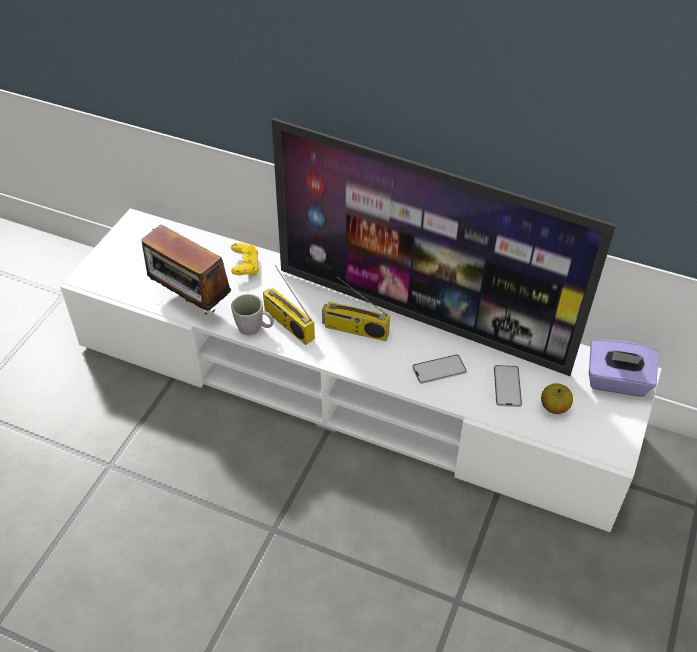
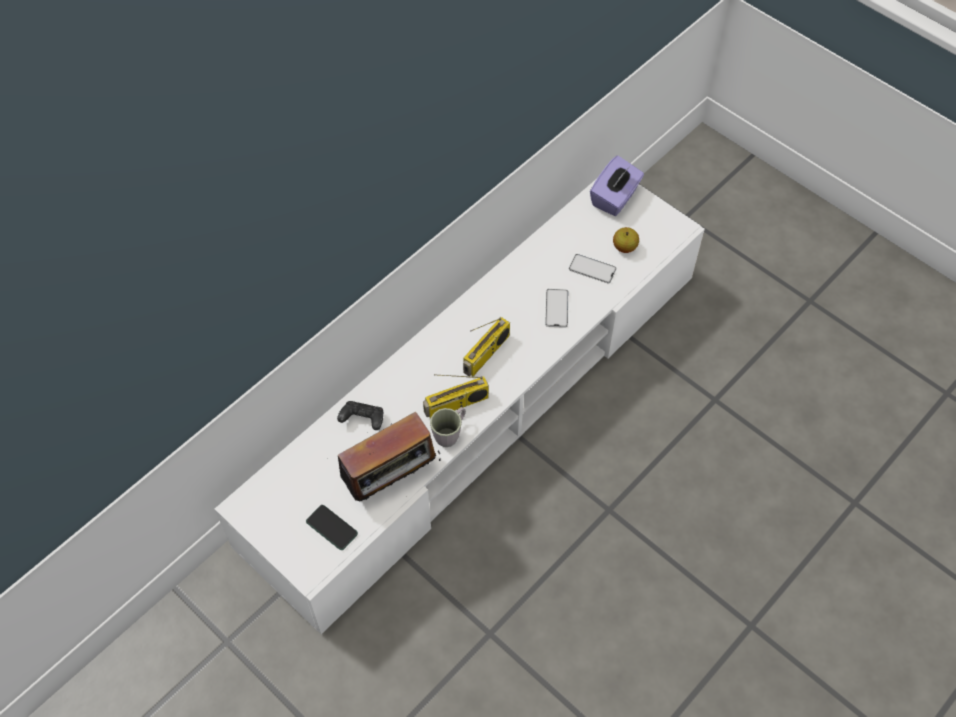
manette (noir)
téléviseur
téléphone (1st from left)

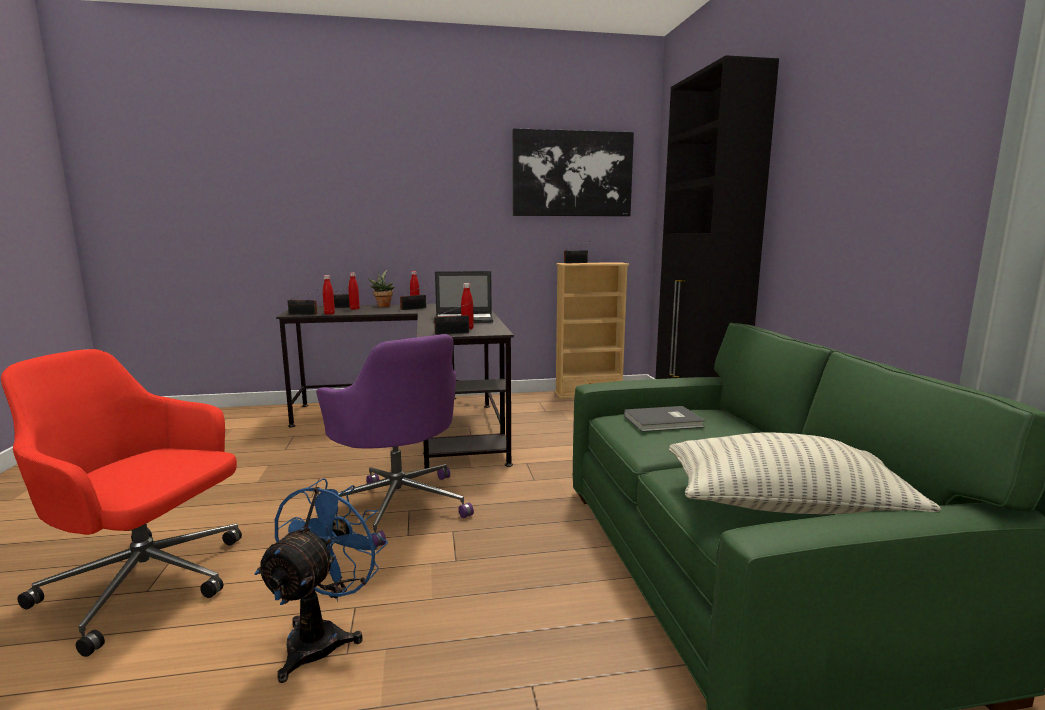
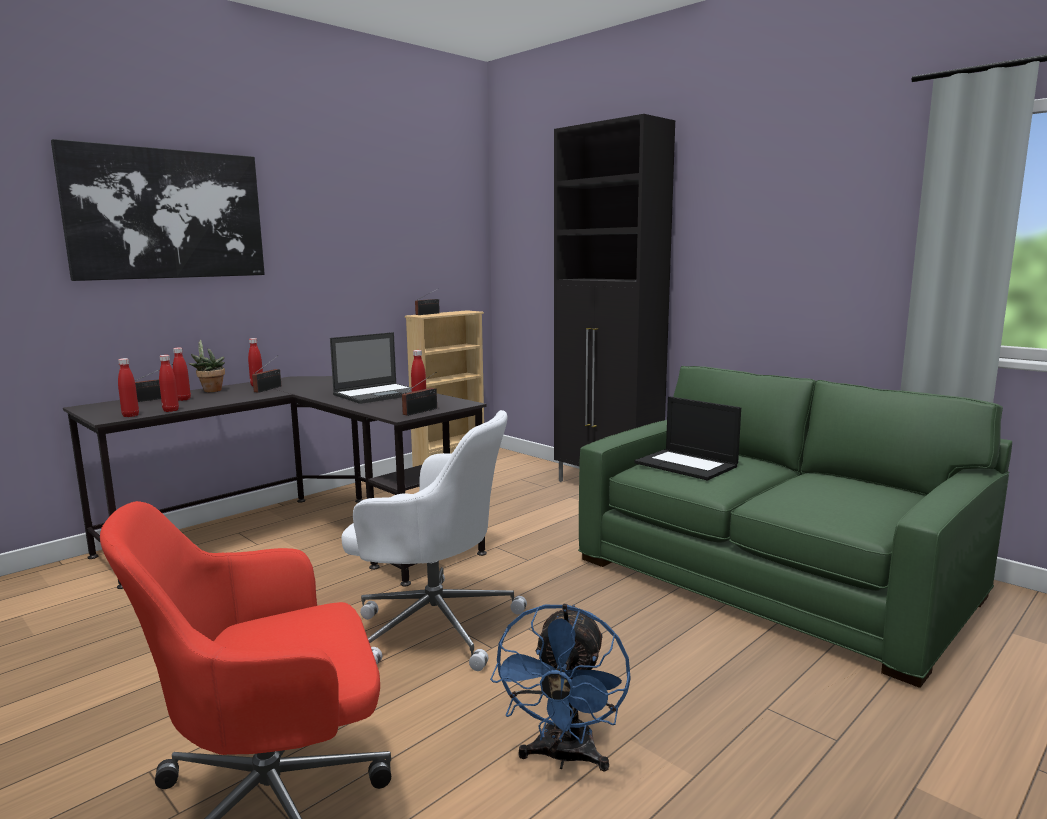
ventilateur (bleu)
bouteille (rouge) (1st from left)
chaise de bureau (blanc)
tableau
ordinateur portable (2nd from left)
coussin

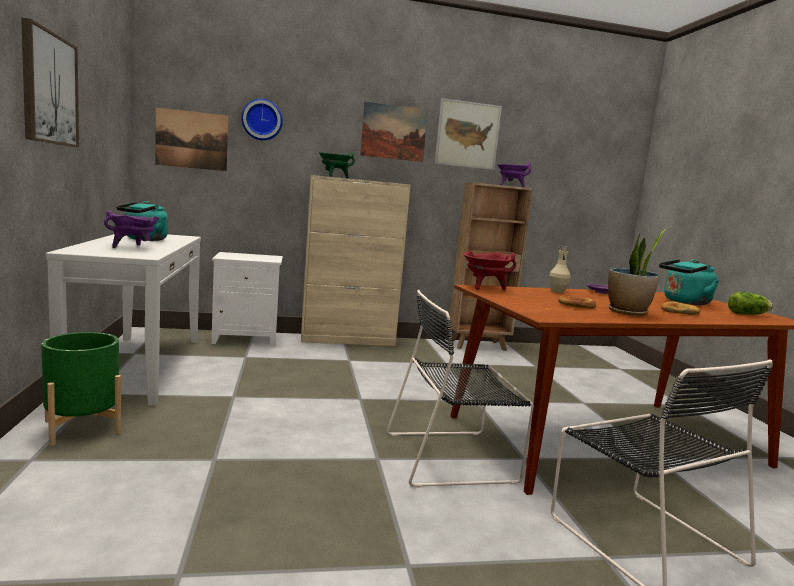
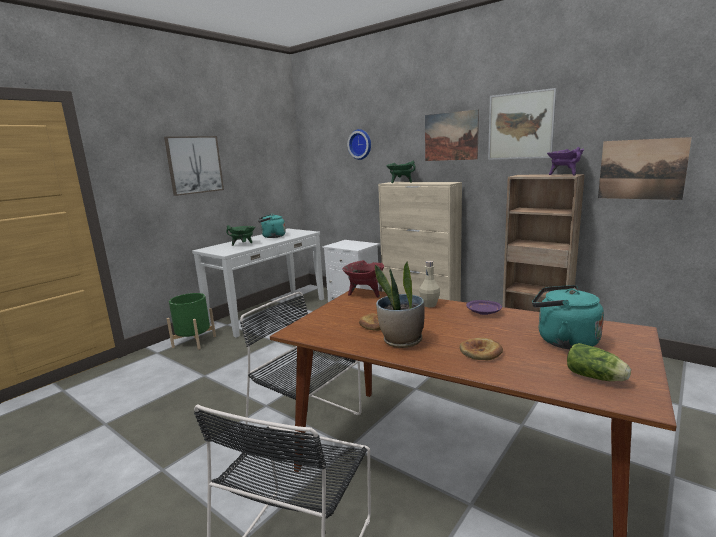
marmite (vert) (1st from left)
tableau (4th from left)

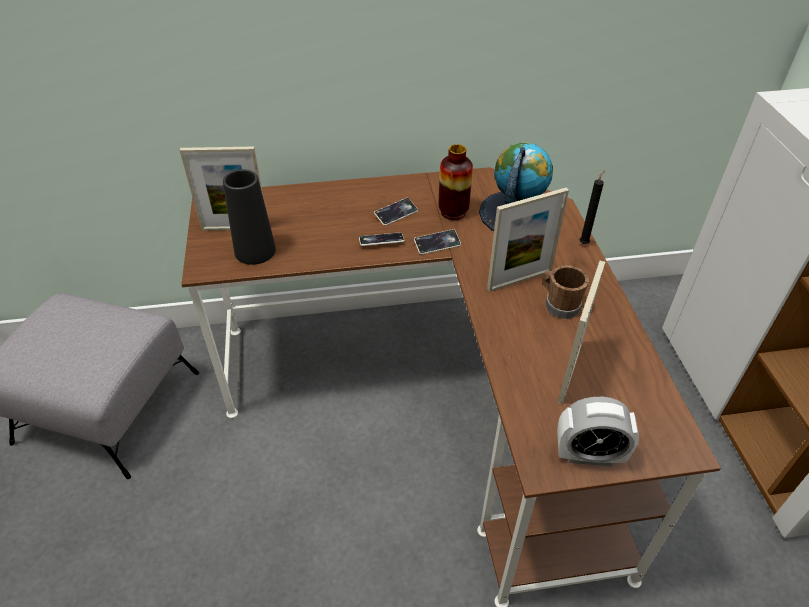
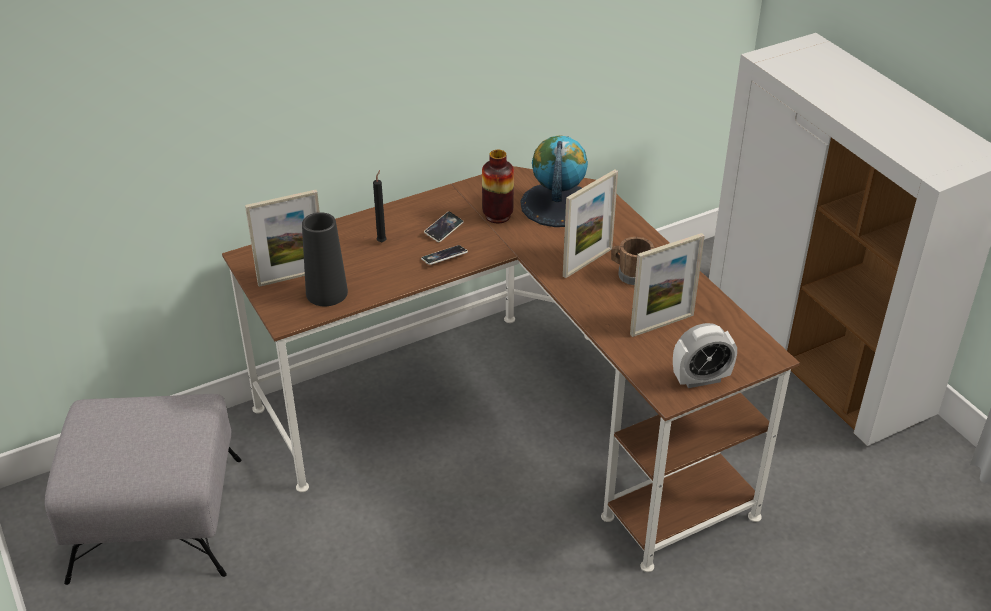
téléphone (3rd from left in the first image)
cadre photo (3rd from left)
bougie (noir)

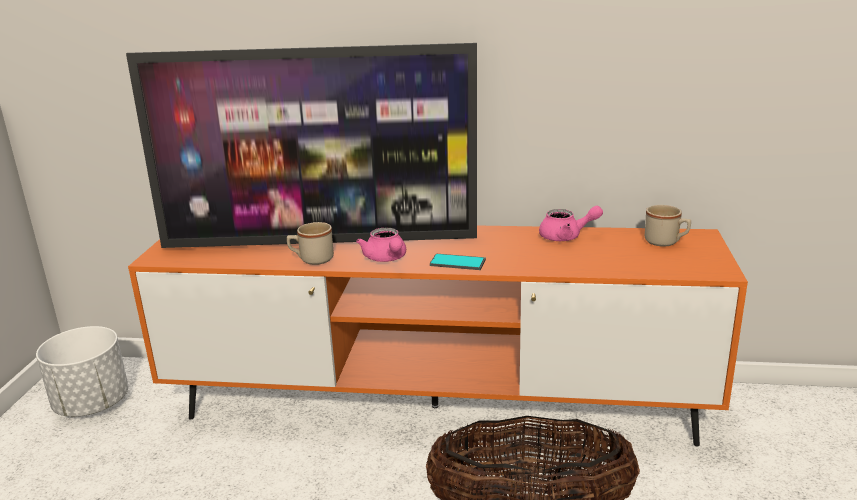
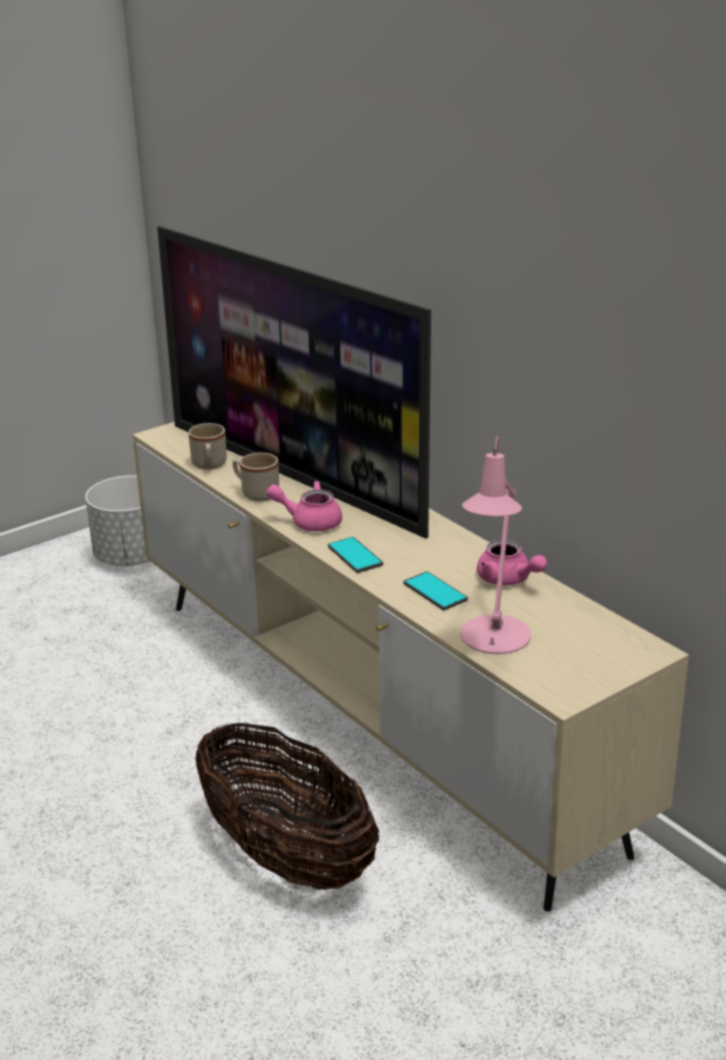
meuble télé (beige)
théière (rose) (1st from left)
mug (beige) (1st from left)
téléphone (2nd from left)
lampe de table (rose)

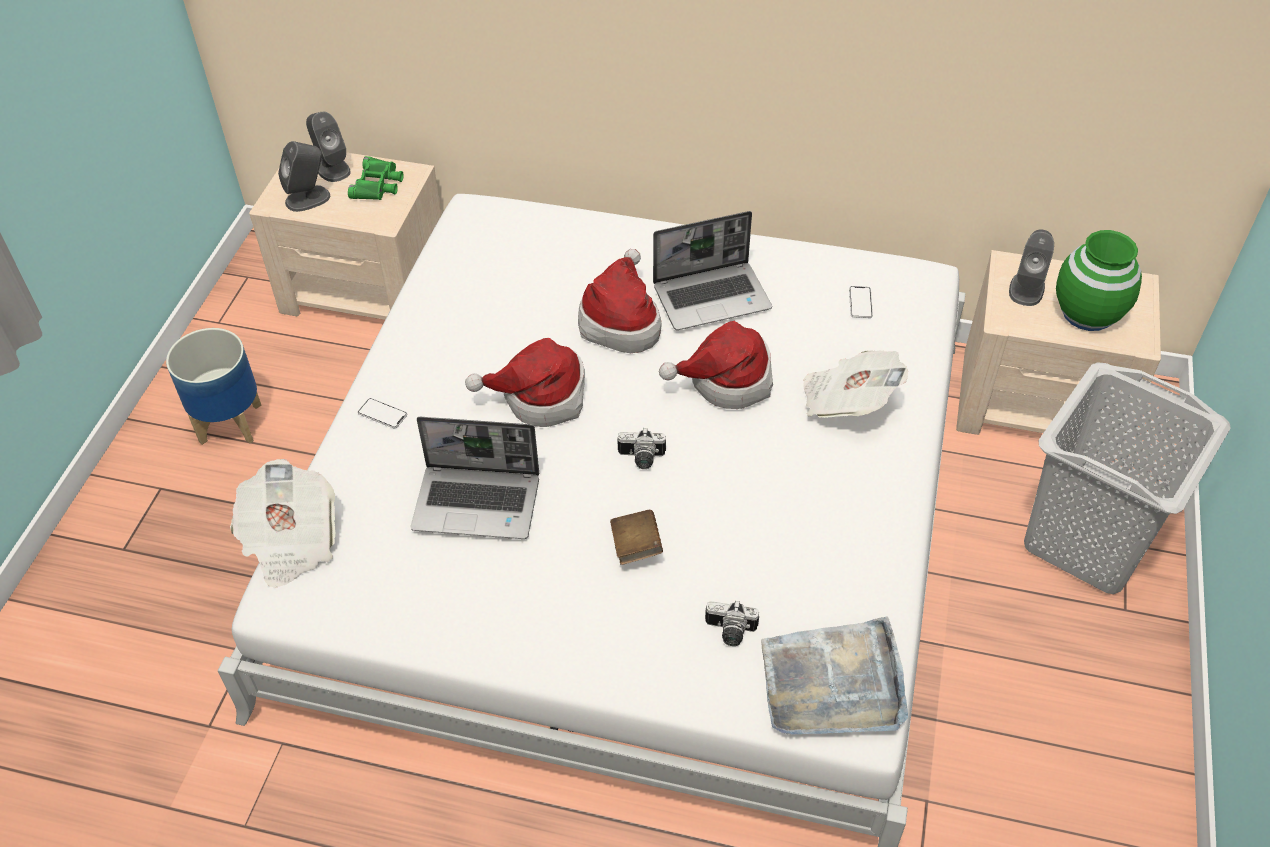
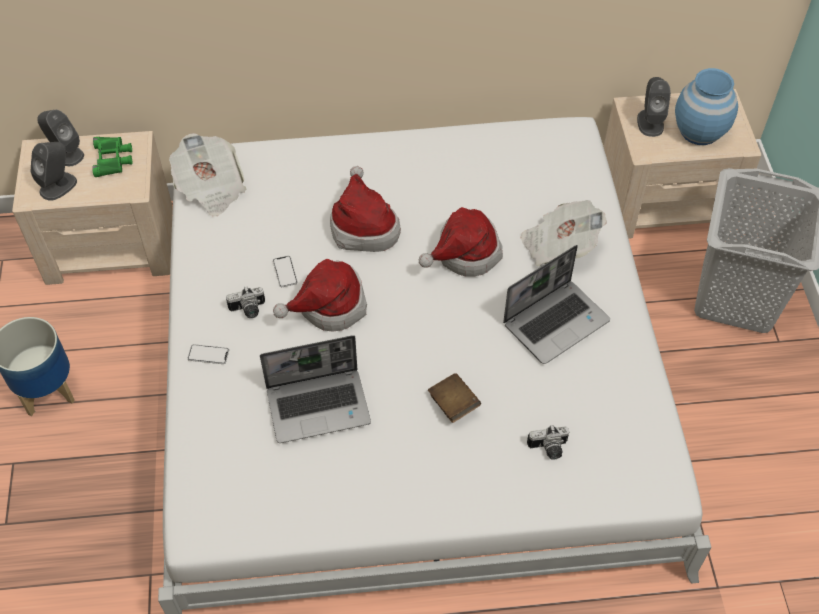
journal (1st from left)
appareil photo (1st from left)
ordinateur portable (2nd from left)
plateau (gris)
téléphone (2nd from left)
vase (bleu)

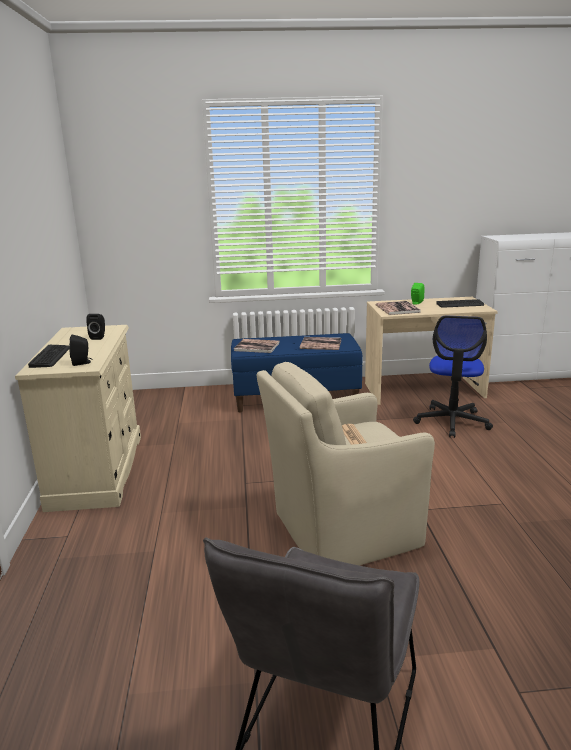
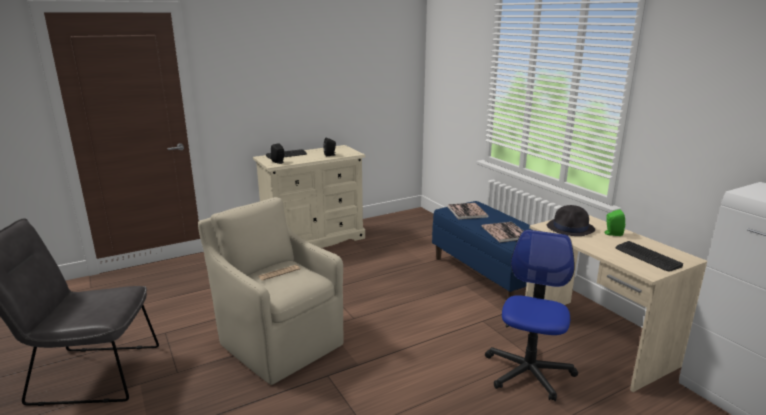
chapeau (noir)
chaise de bureau

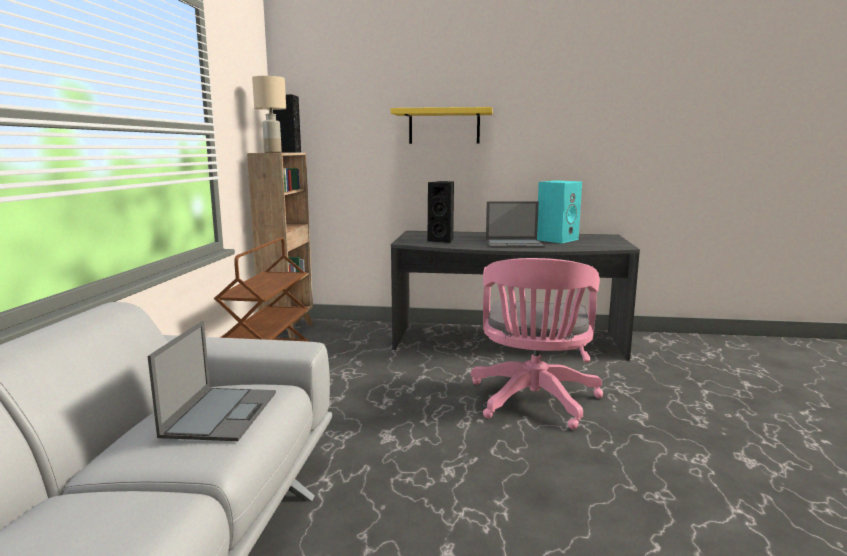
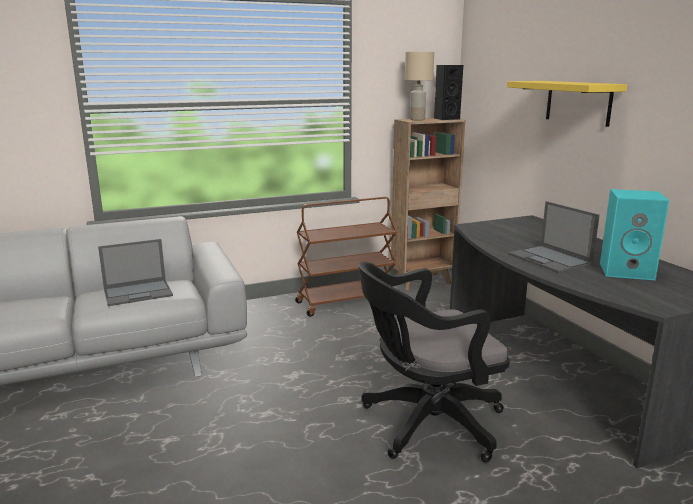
enceinte (noir) (2nd from left in the first image)
chaise de bureau (noir)

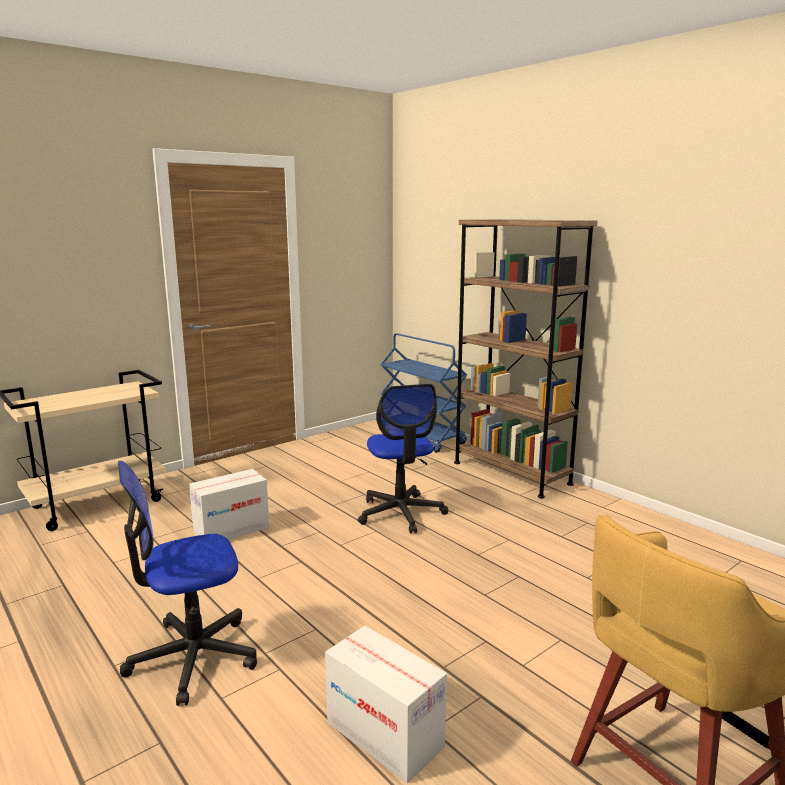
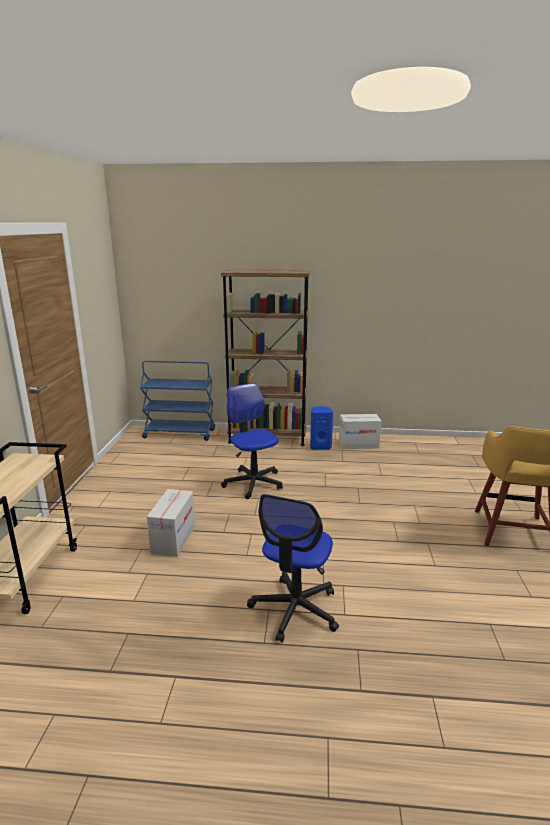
carton (2nd from left)
chaise de bureau (1st from left)
enceinte (bleu)

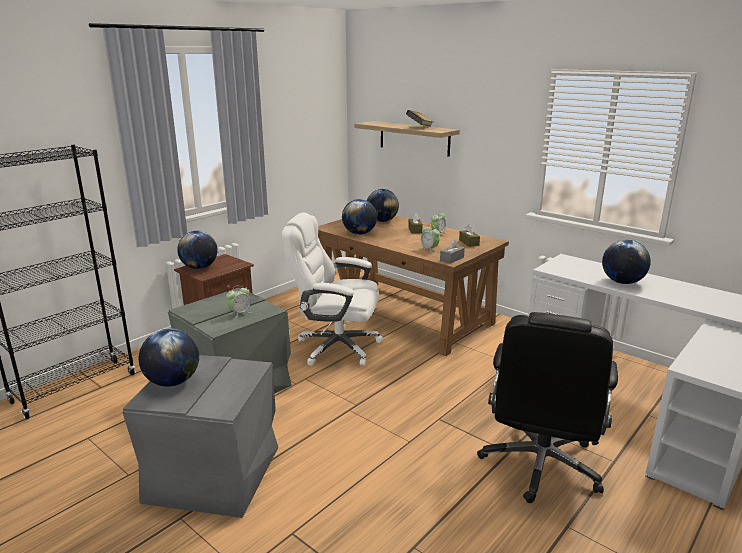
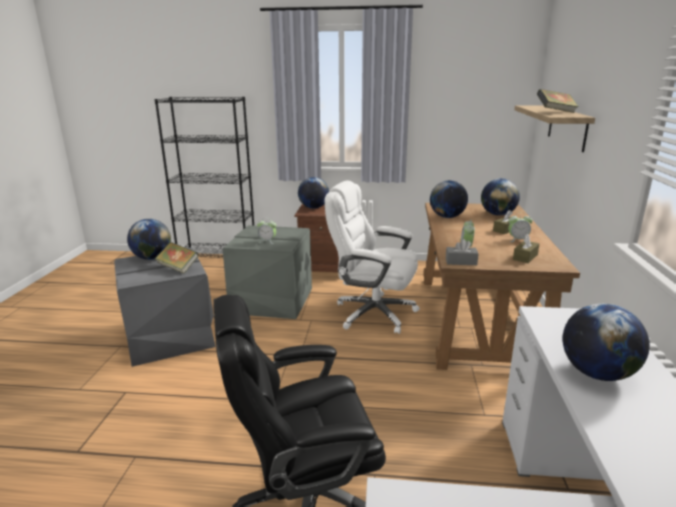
chaise de bureau (blanc)
livre (1st from left)

